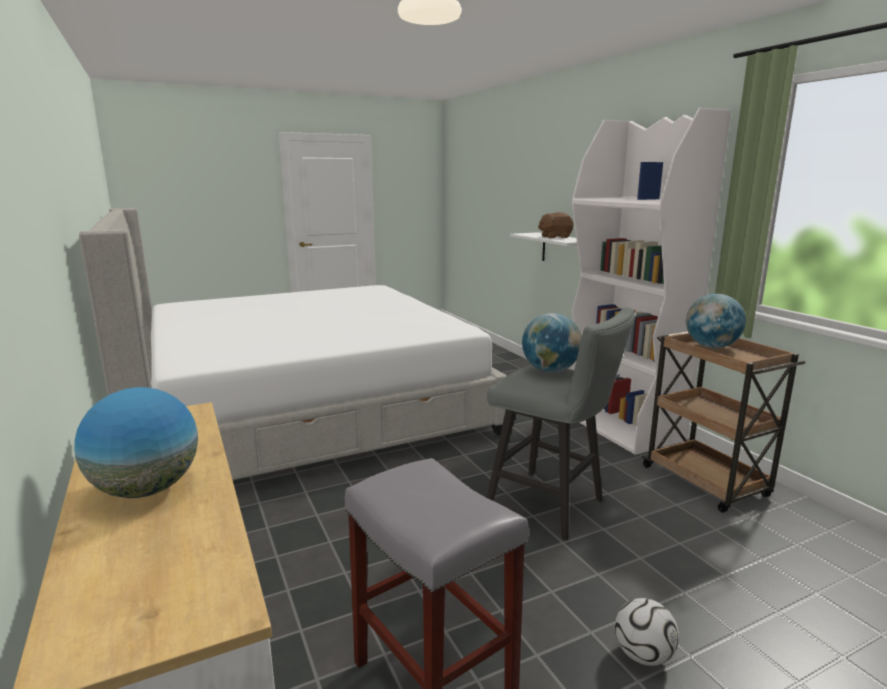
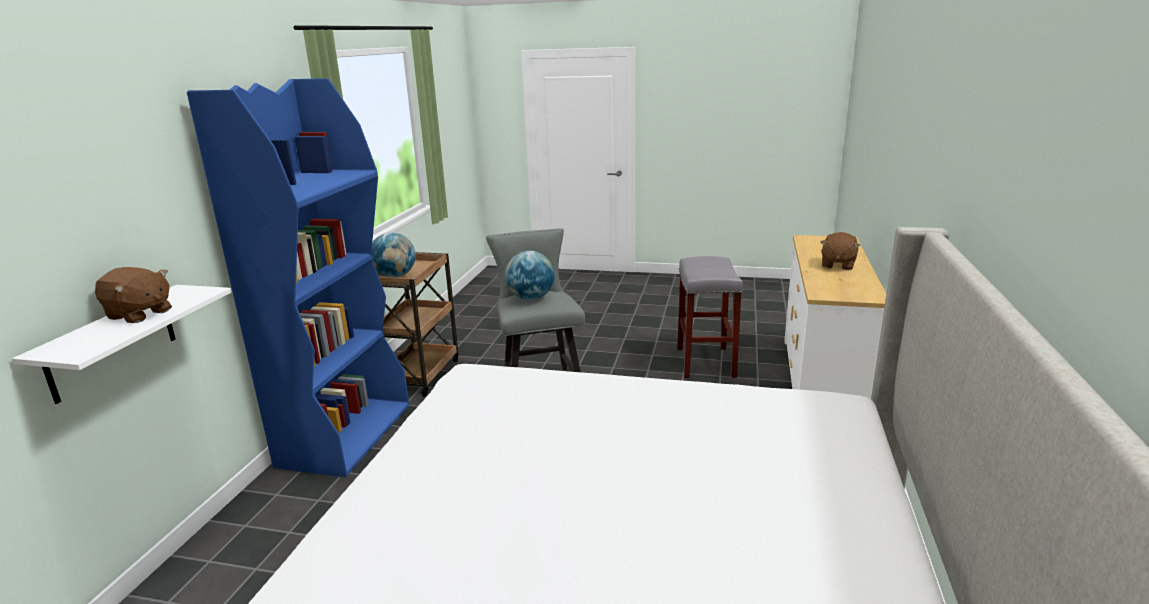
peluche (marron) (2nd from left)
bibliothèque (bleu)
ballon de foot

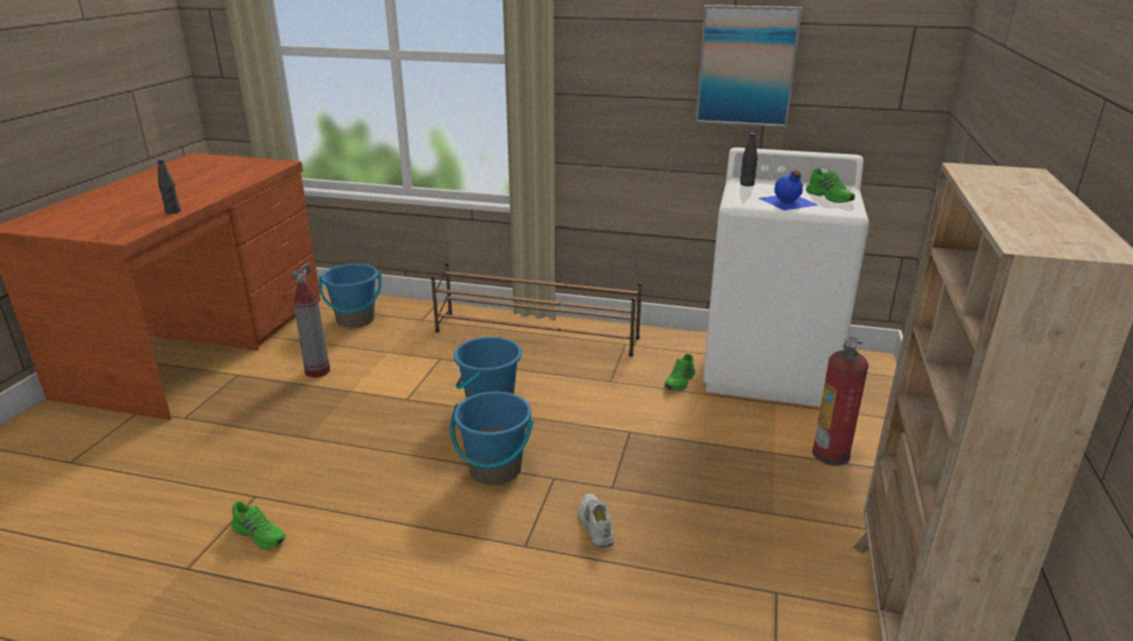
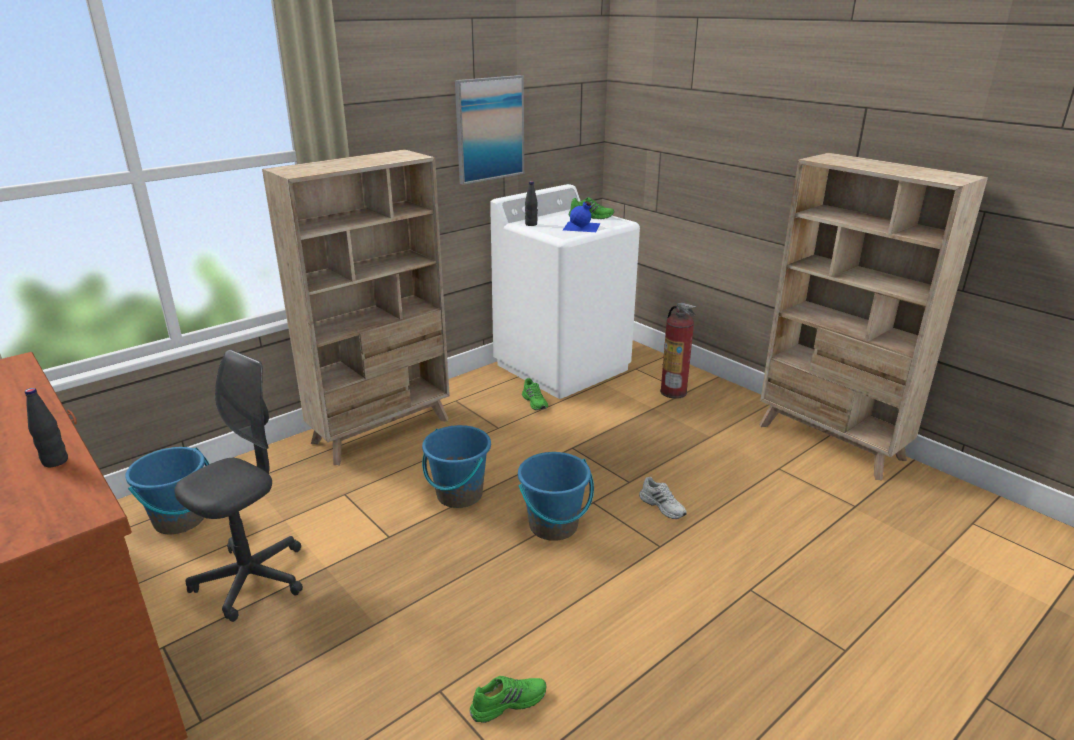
chaise de bureau (gris)
bibliothèque (beige) (1st from left)
chaussure (blanc)

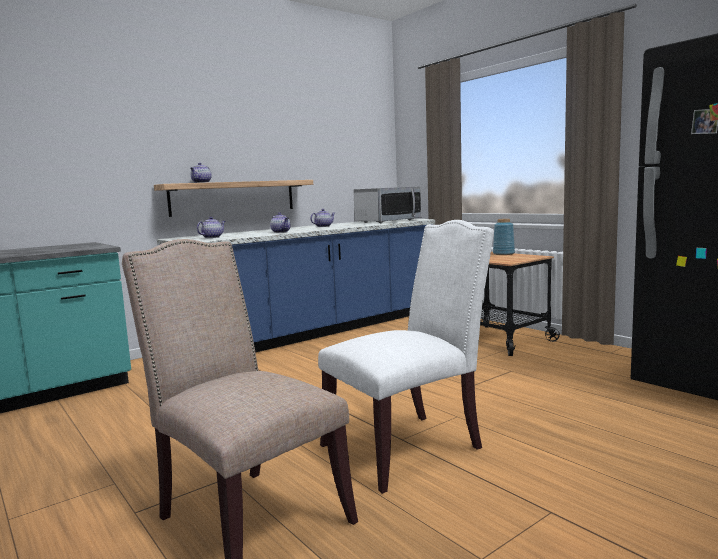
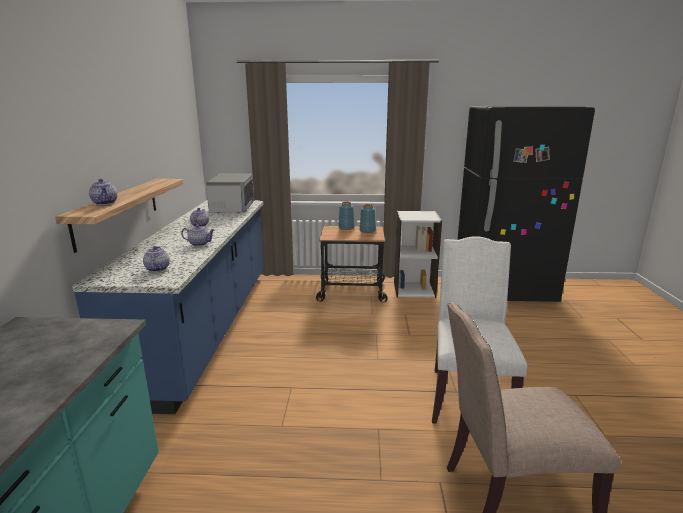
vase (bleu) (2nd from left)
bibliothèque (blanc)

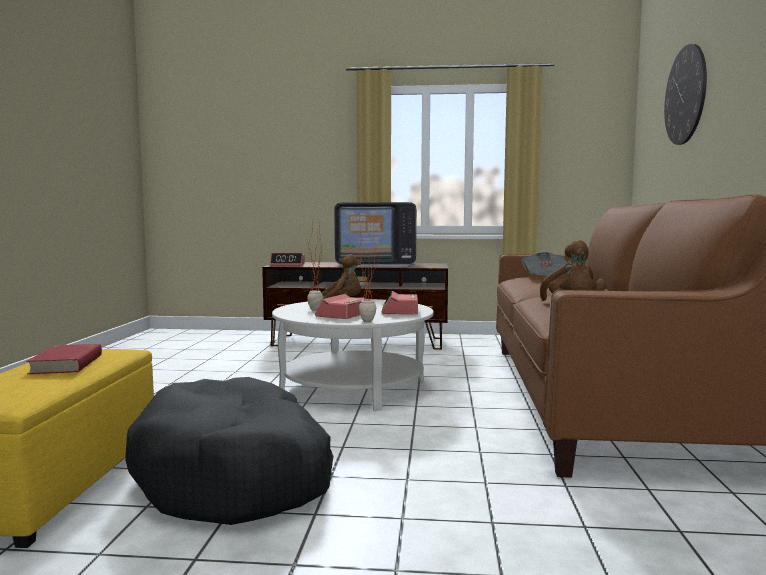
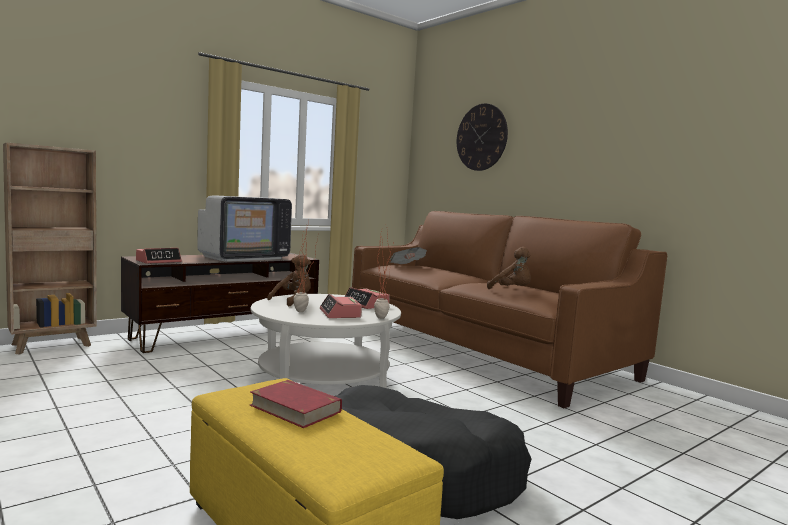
bibliothèque (marron)

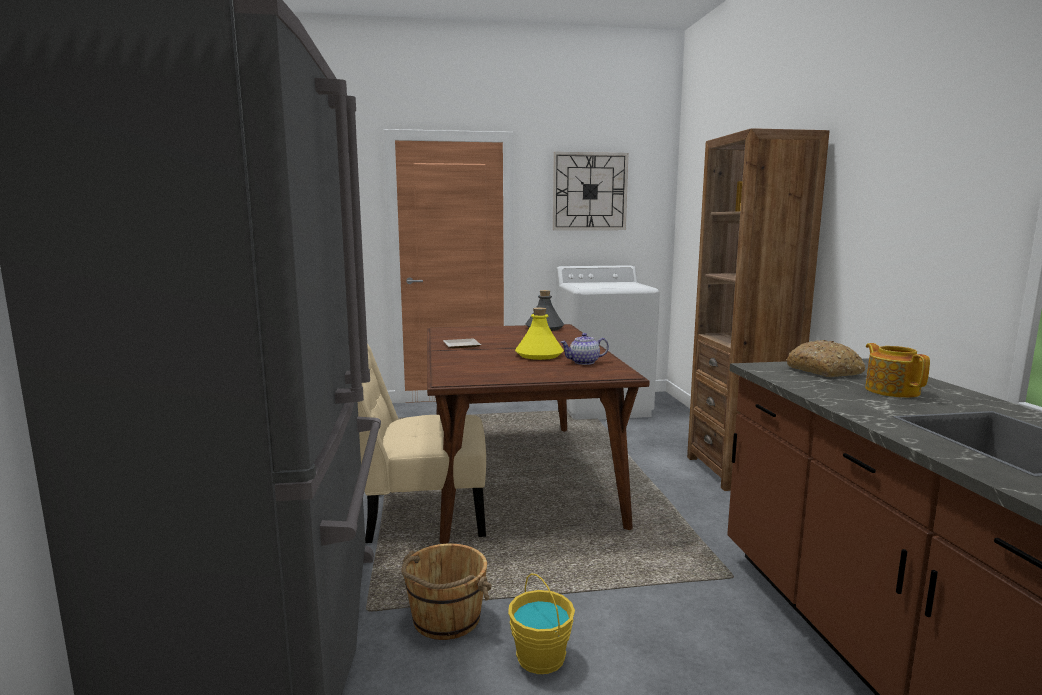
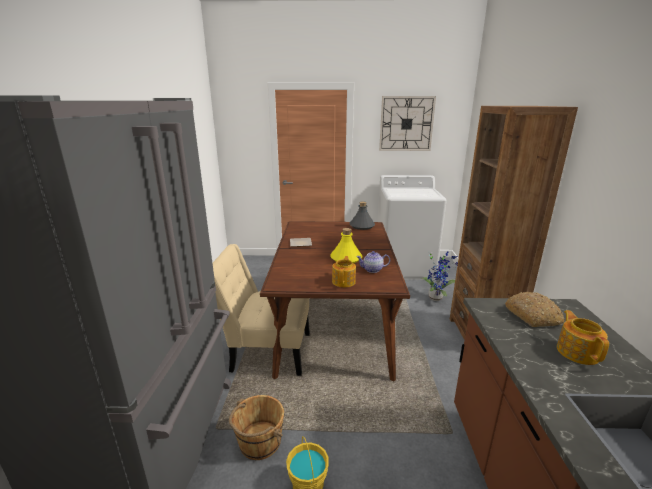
théière (1st from left)
plante en pot

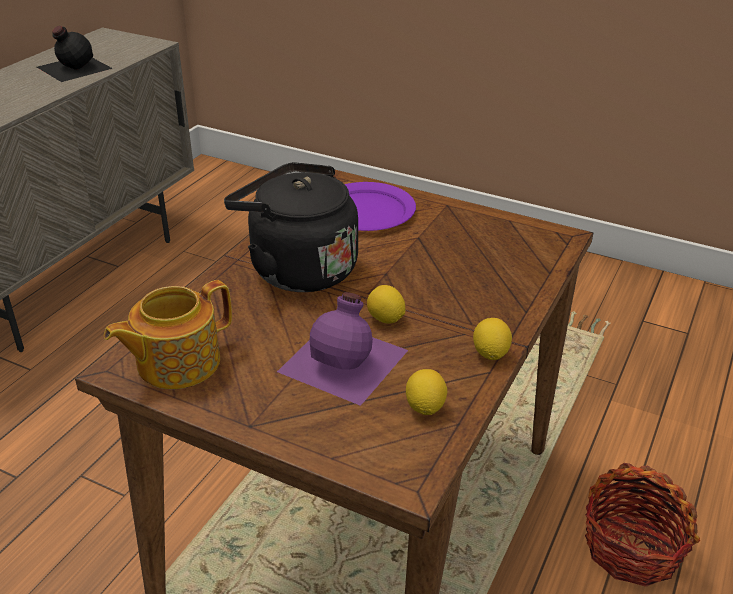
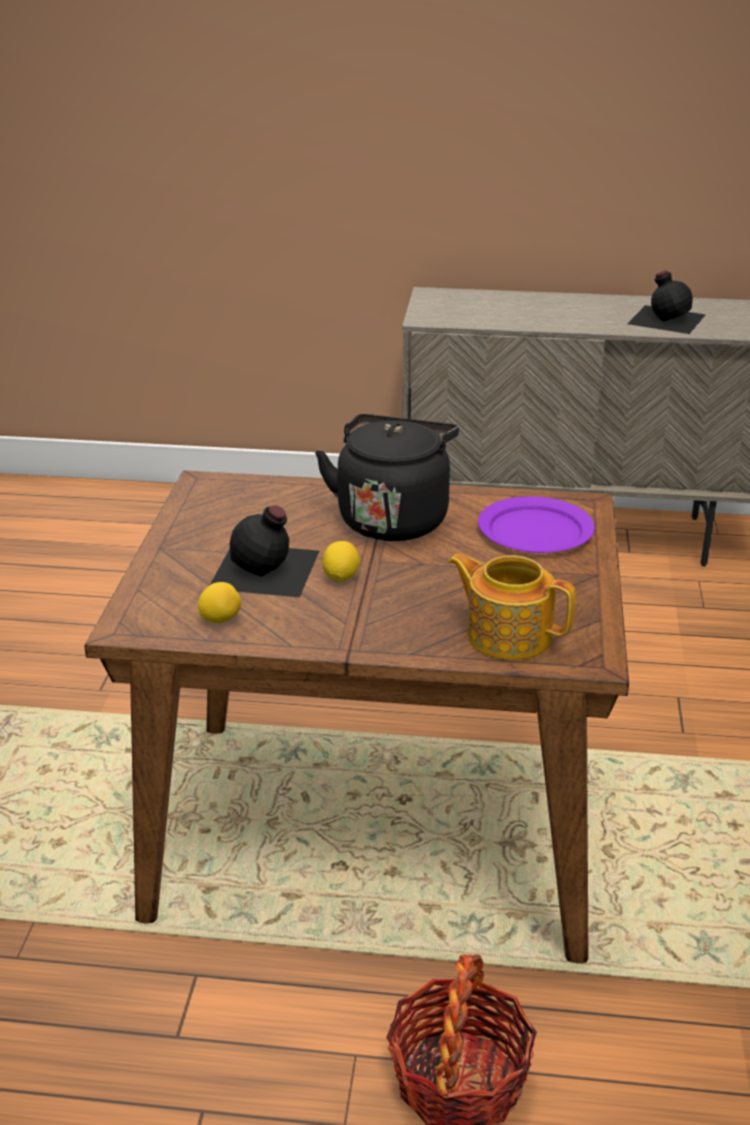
théière
bouteille (noir) (1st from left)
citron (3rd from left in the first image)

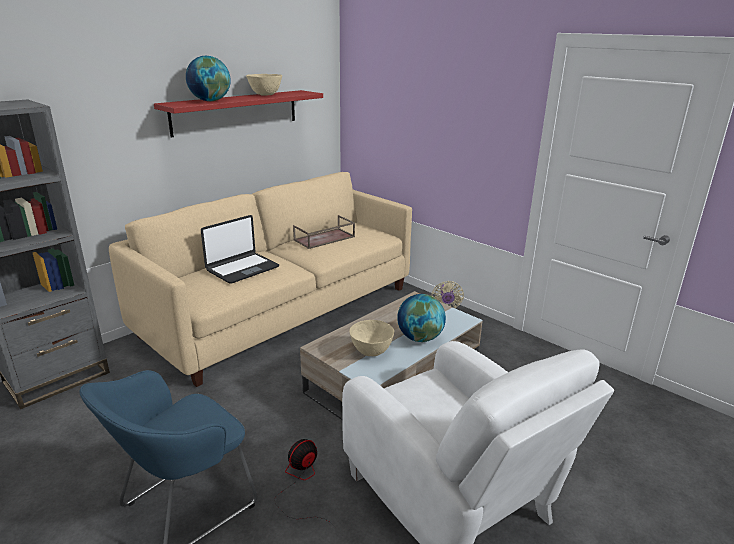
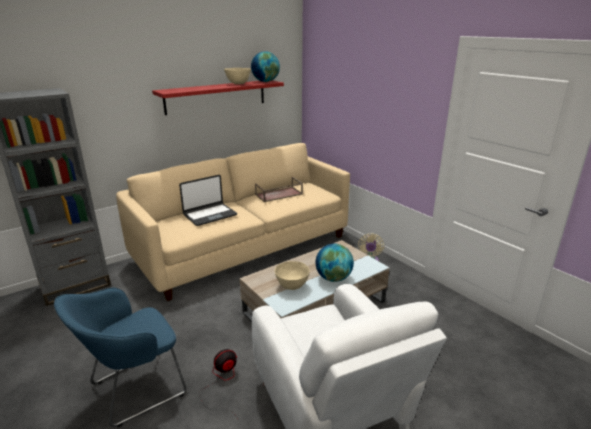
globe (1st from left)

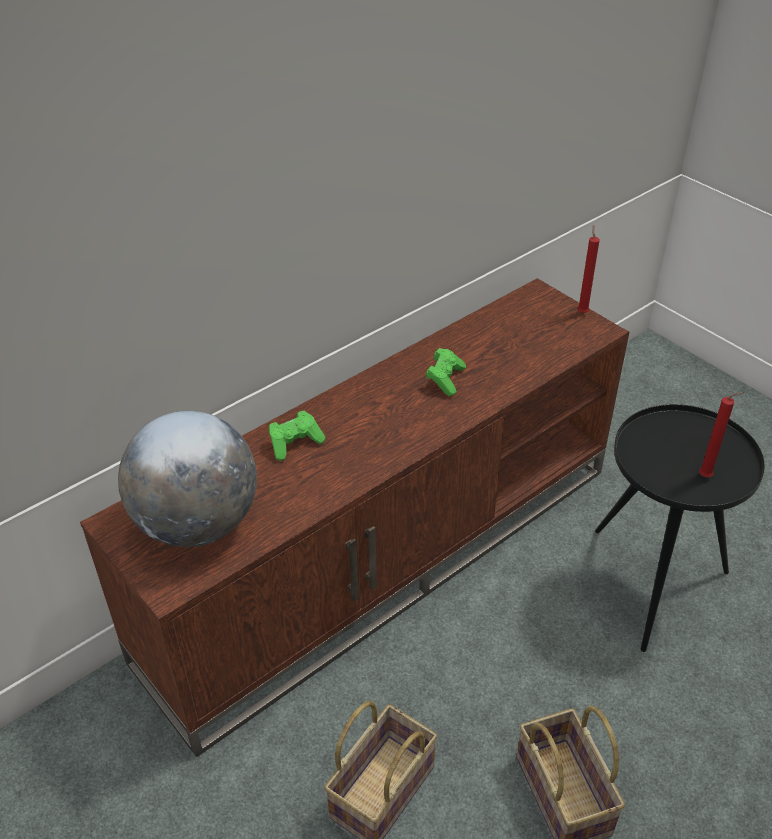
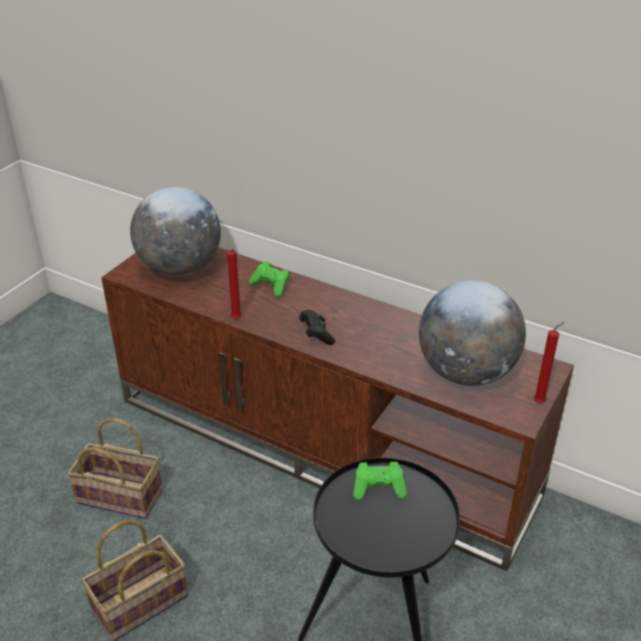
manette (vert) (2nd from left)
bougie (rouge) (1st from left)
manette (noir)
globe (2nd from left)

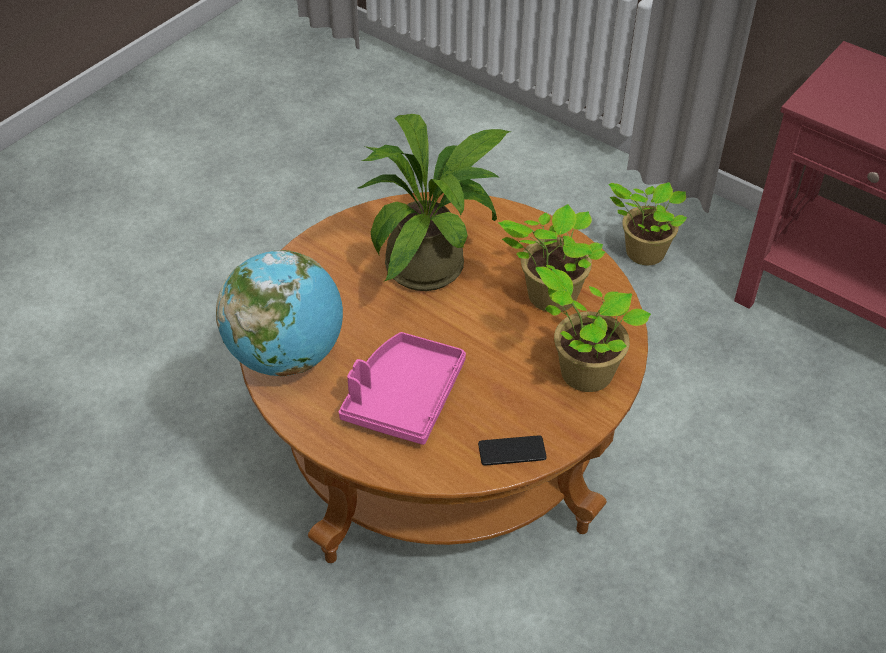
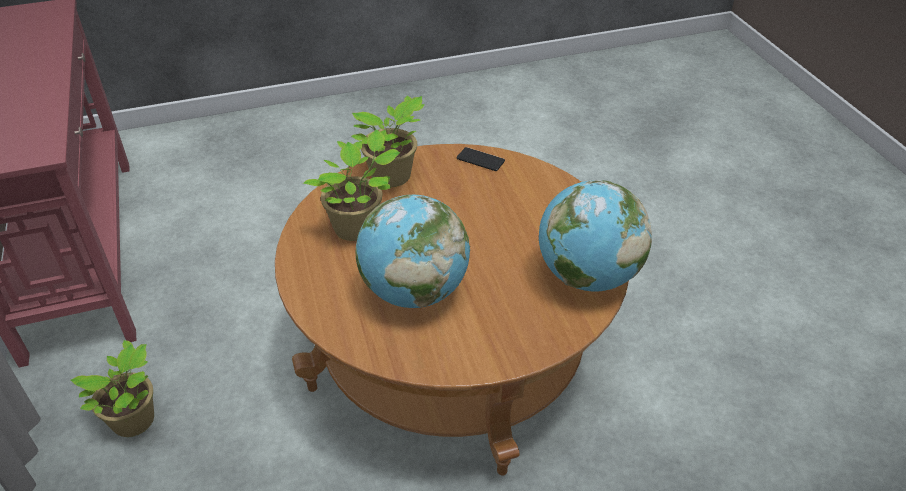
plateau (rose)
globe (1st from left)

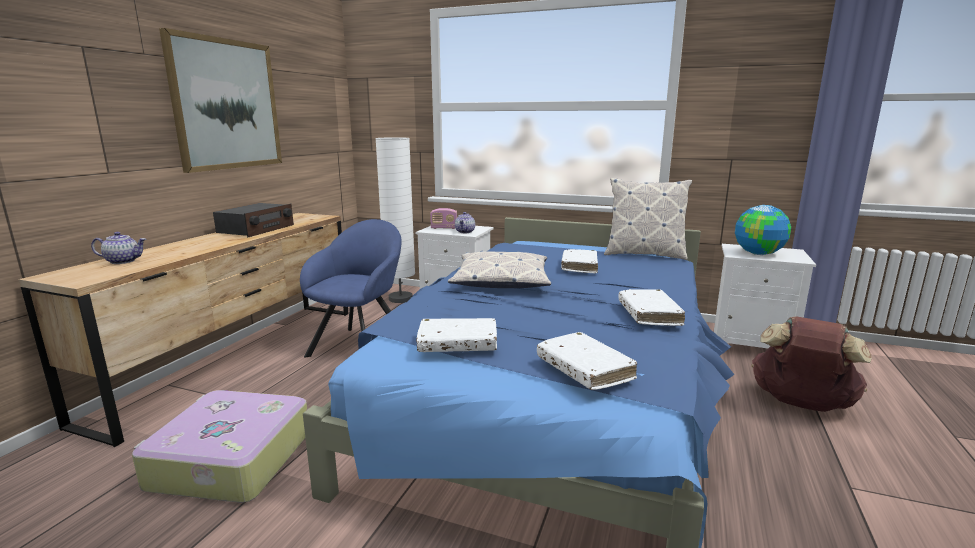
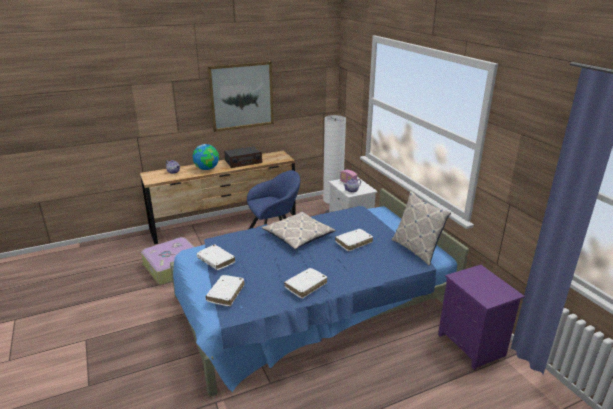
table de chevet (violet)
globe
sac à dos (marron)

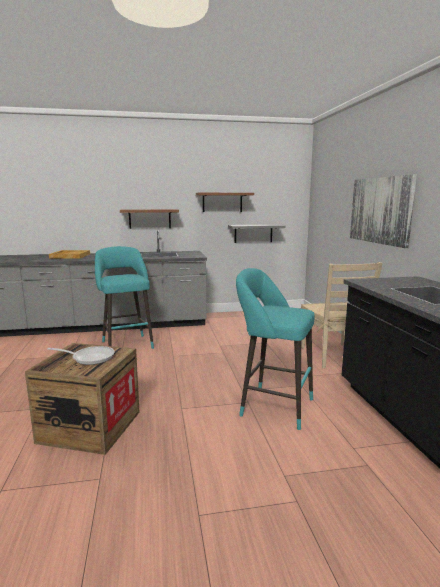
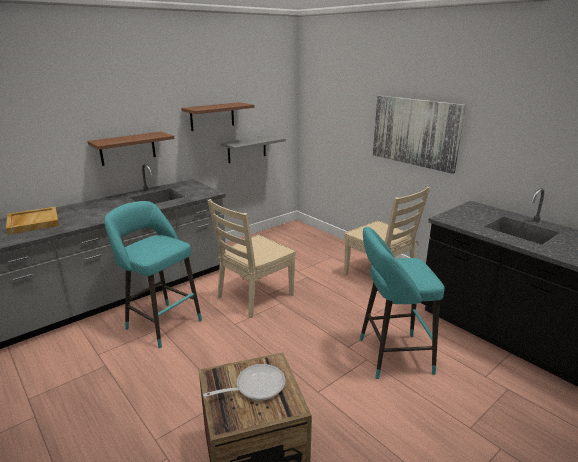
chaise (beige) (1st from left)

